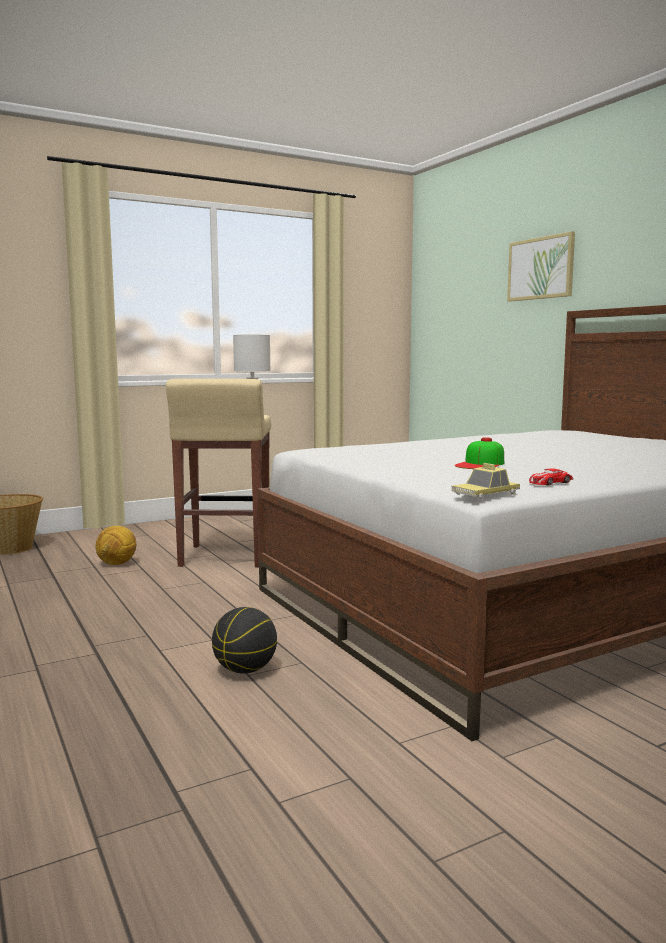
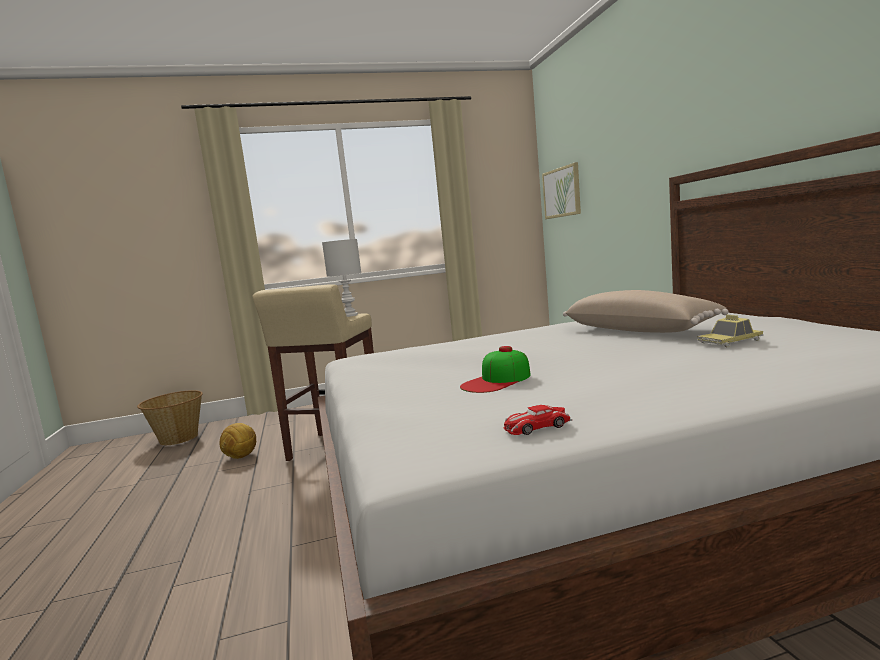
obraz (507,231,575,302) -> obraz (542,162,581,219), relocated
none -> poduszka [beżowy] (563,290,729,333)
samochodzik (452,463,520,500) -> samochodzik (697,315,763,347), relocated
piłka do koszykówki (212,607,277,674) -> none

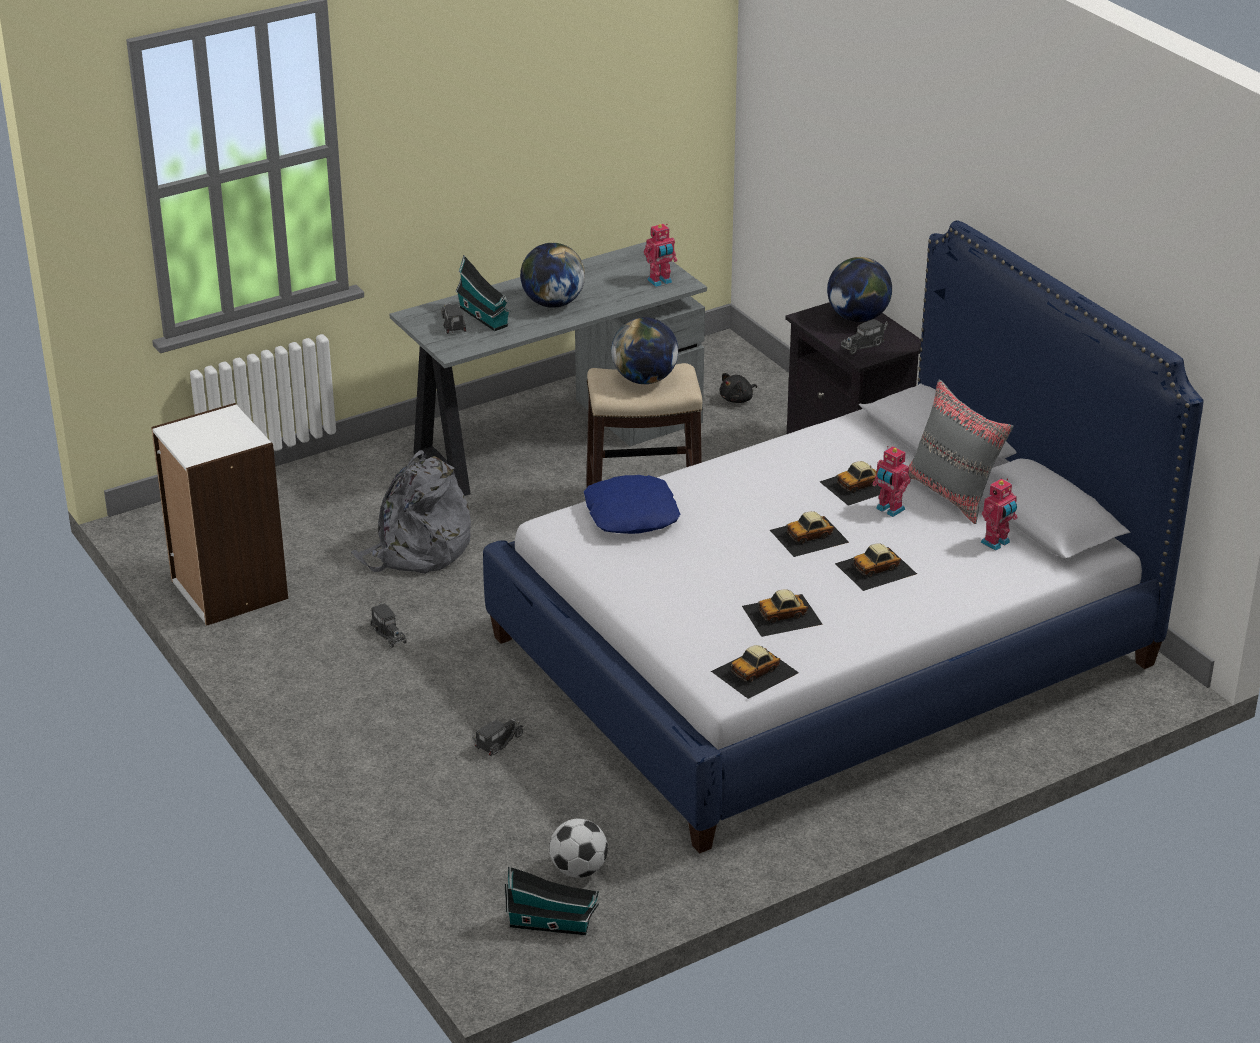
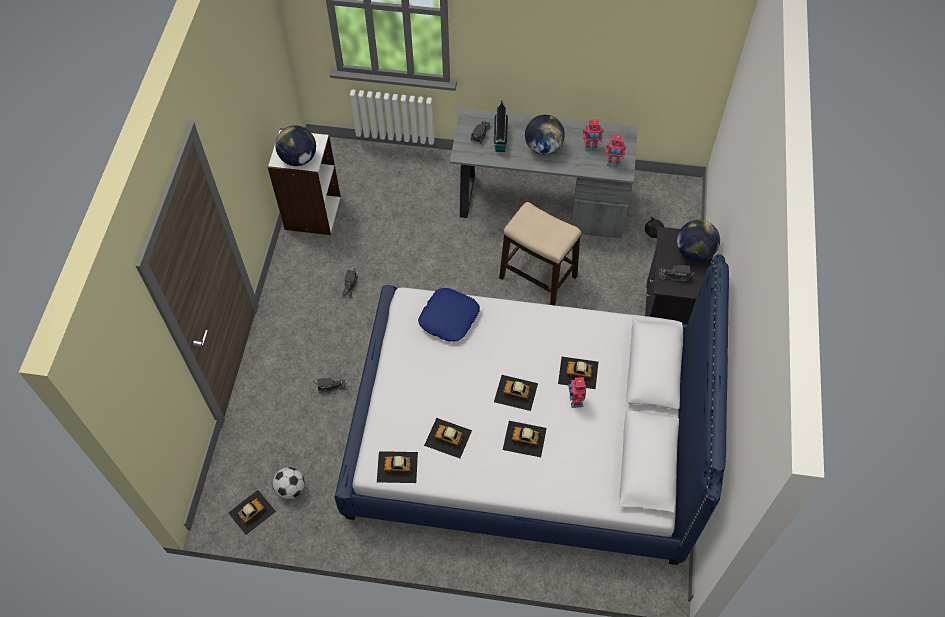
domek (505,866,599,935) -> samochodzik (228,490,276,535)
globus (611,317,678,384) -> globus (275,126,316,166), relocated
robot zabawkowy (981,478,1018,551) -> robot zabawkowy (583,119,603,151), relocated
plecak [szary] (351,450,471,574) -> none
poduszka [szary] (909,379,1013,524) -> none

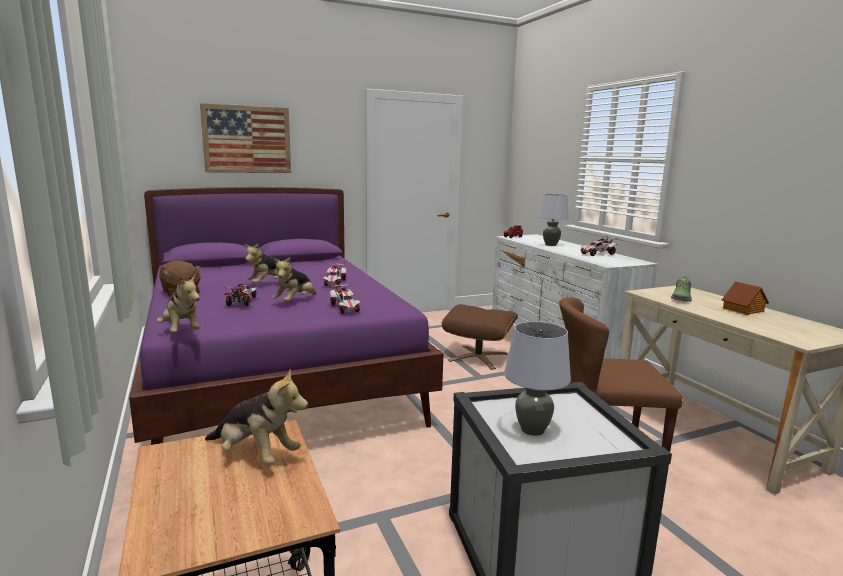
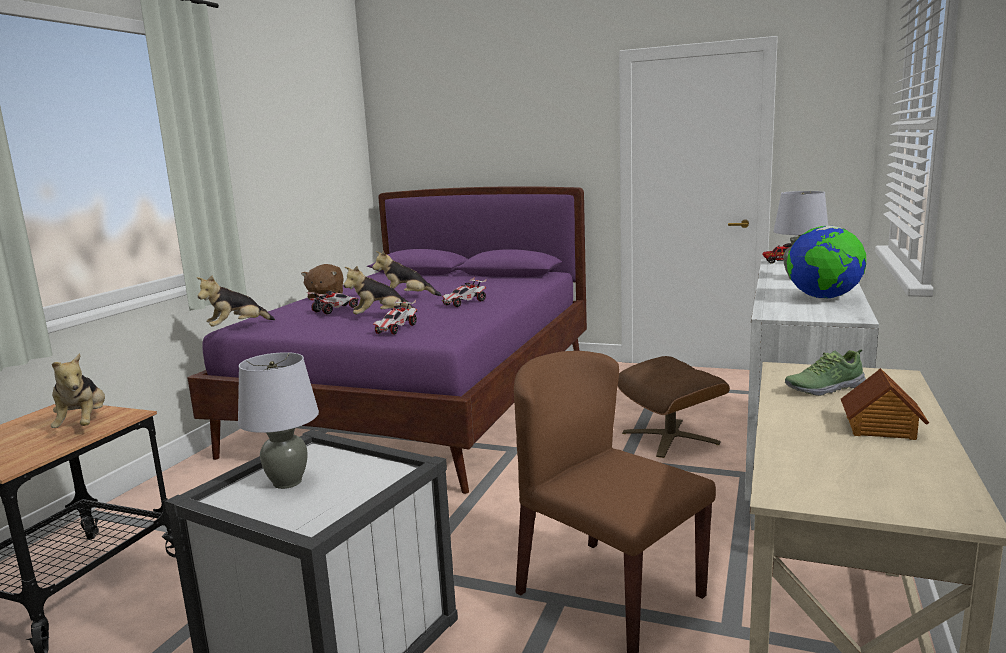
pluszak (156,275,200,332) -> pluszak (197,276,275,327), 45 degrees clockwise
samochodzik (581,236,618,256) -> globus (787,226,866,299)
obraz (200,103,291,173) -> none

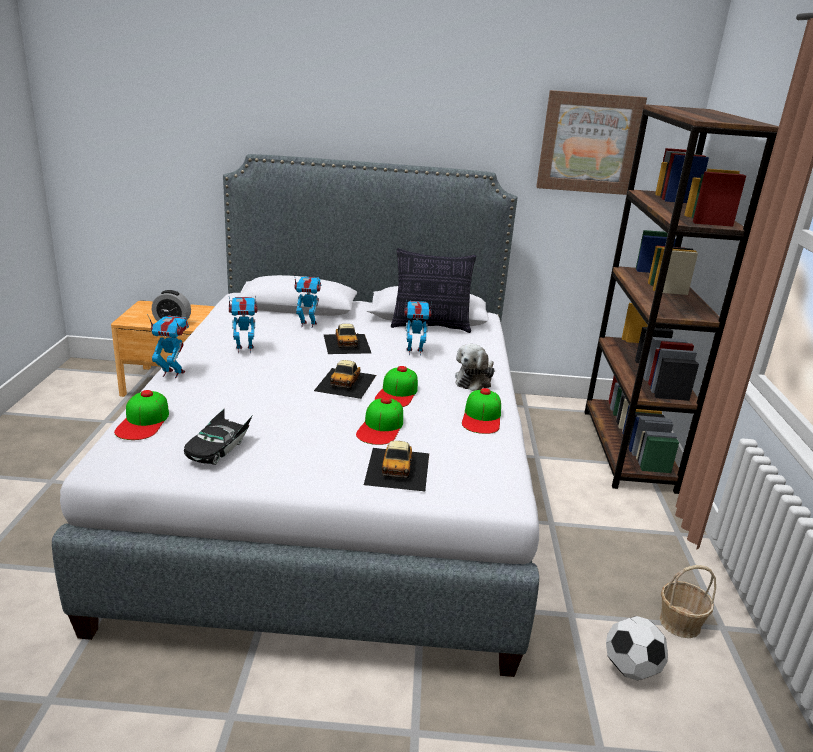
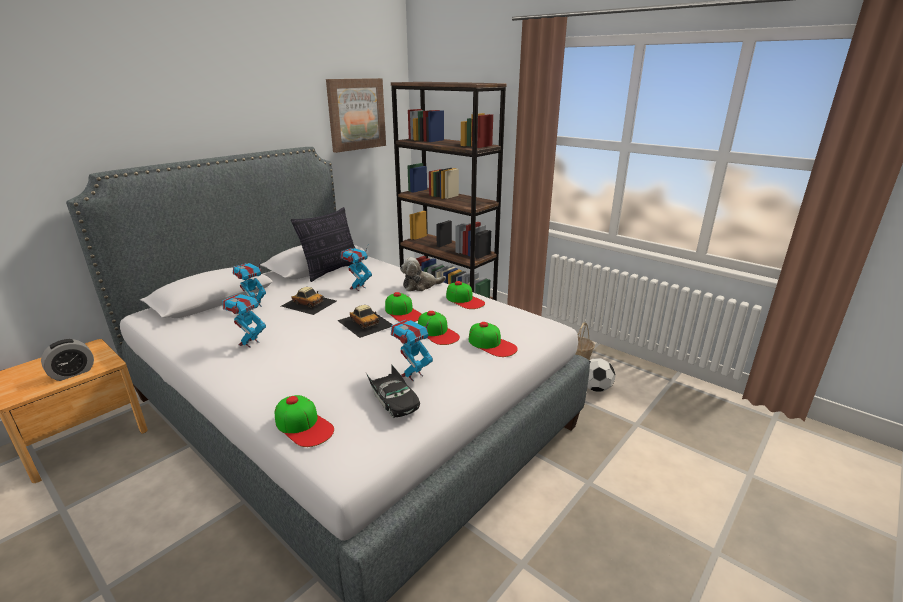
robot zabawkowy (147,314,189,378) -> robot zabawkowy (391,318,433,381), relocated
pluszak (455,344,495,391) -> pluszak (400,257,446,291), 90 degrees clockwise
samochodzik (364,441,429,491) -> czapka z daszkiem (469,322,518,357)

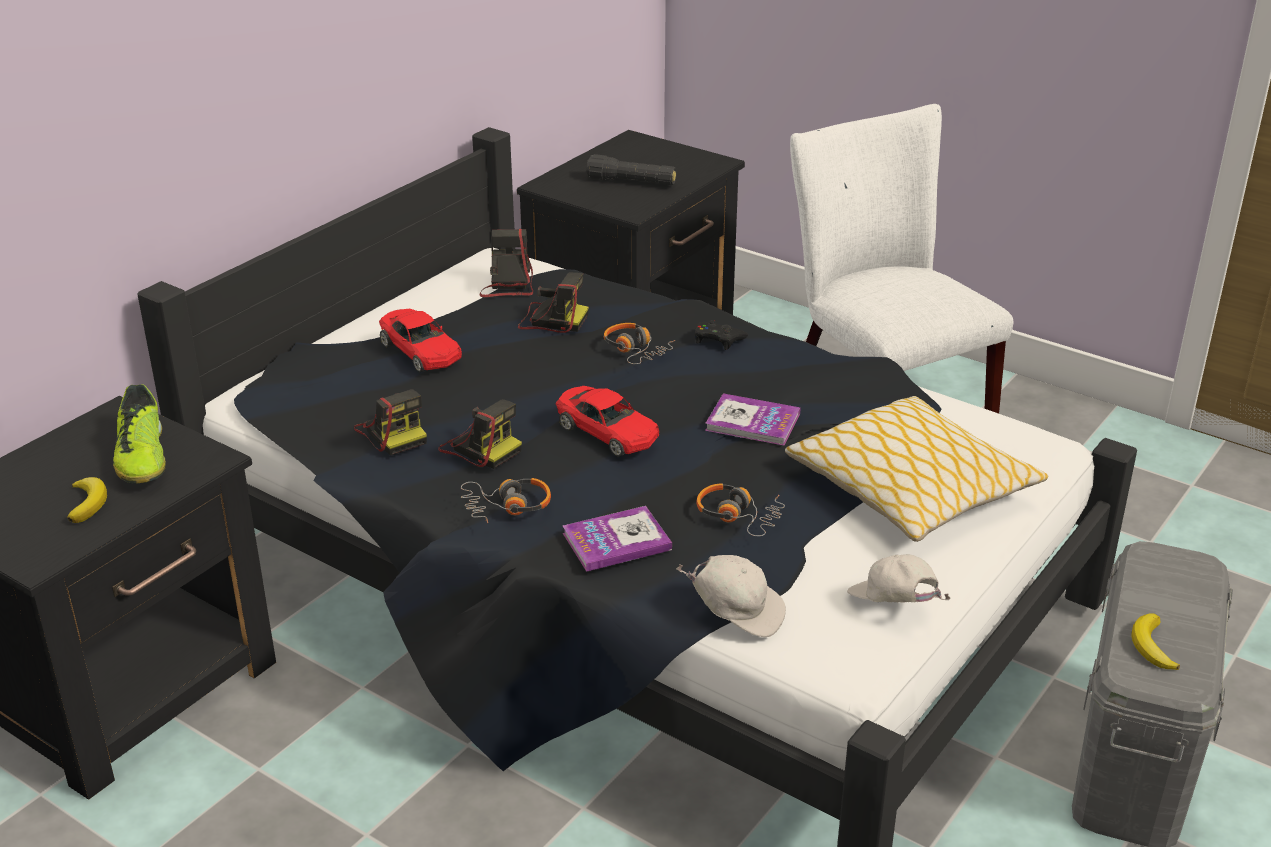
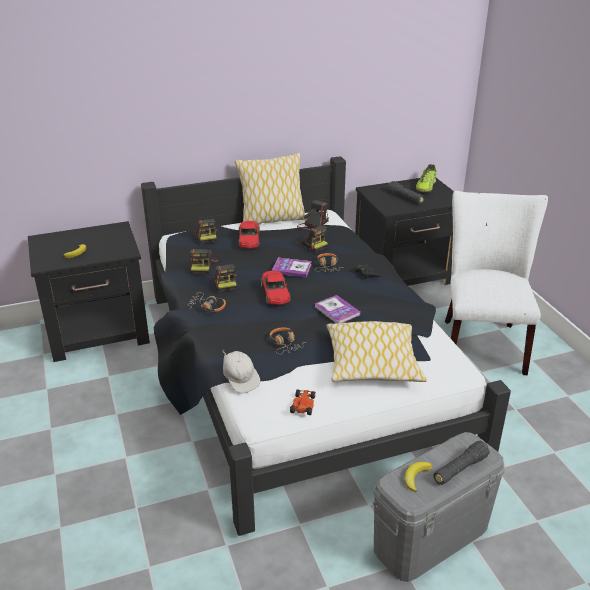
none -> aparat fotograficzny (193,219,217,243)
none -> poduszka (234,153,307,225)
książka (563,506,672,572) -> książka (272,258,312,277), relocated
czapka z daszkiem [biały] (847,554,951,603) -> samochodzik (290,390,316,415)
but (113,384,166,483) -> but (416,164,437,192), relocated
none -> latarka [czarny] (433,441,490,485)

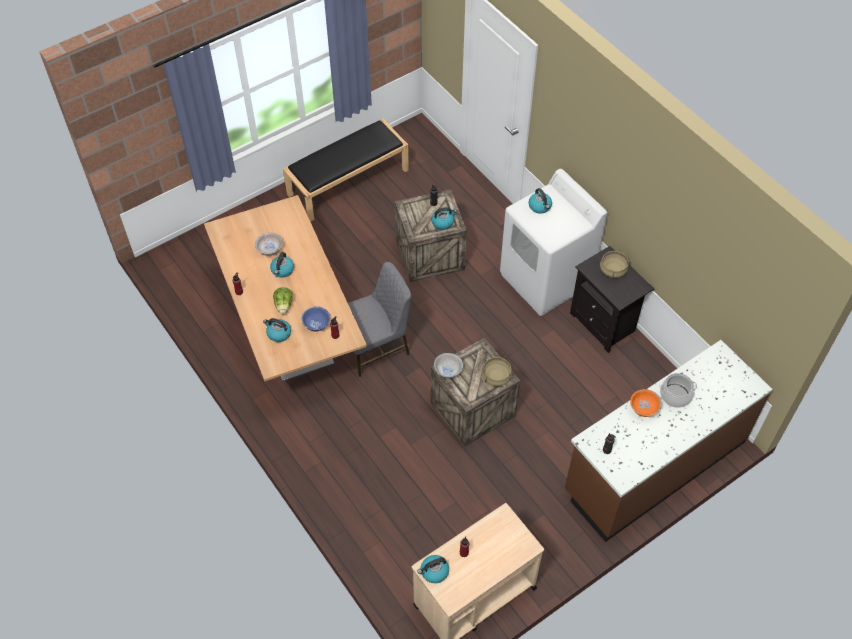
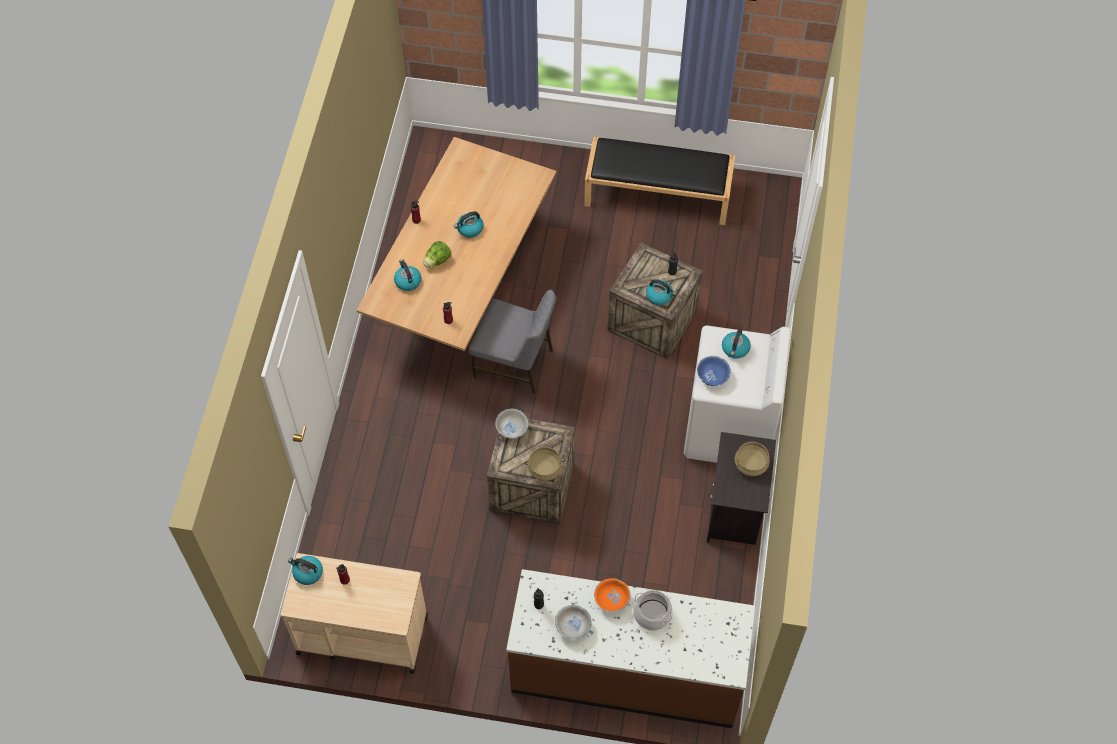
miska [biały] (255,232,283,256) -> miska [biały] (555,605,592,639), relocated
miska [niebieski] (301,306,331,332) -> miska [niebieski] (697,356,731,386), relocated

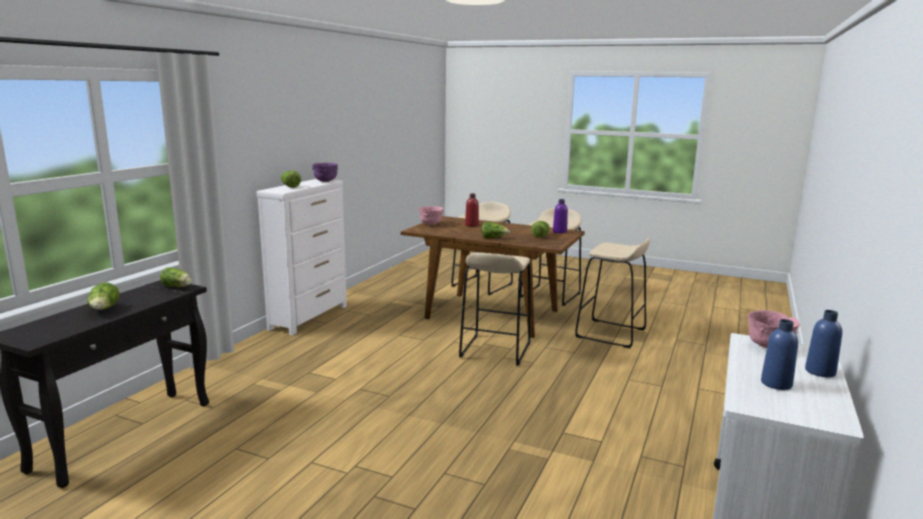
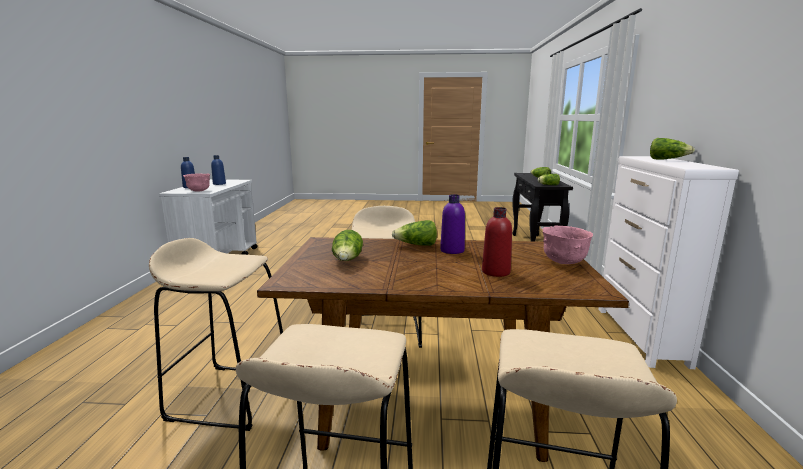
butelka [fioletowy] (553,199,568,233) -> butelka [fioletowy] (440,194,465,254), relocated
miska [fioletowy] (312,163,338,182) -> none

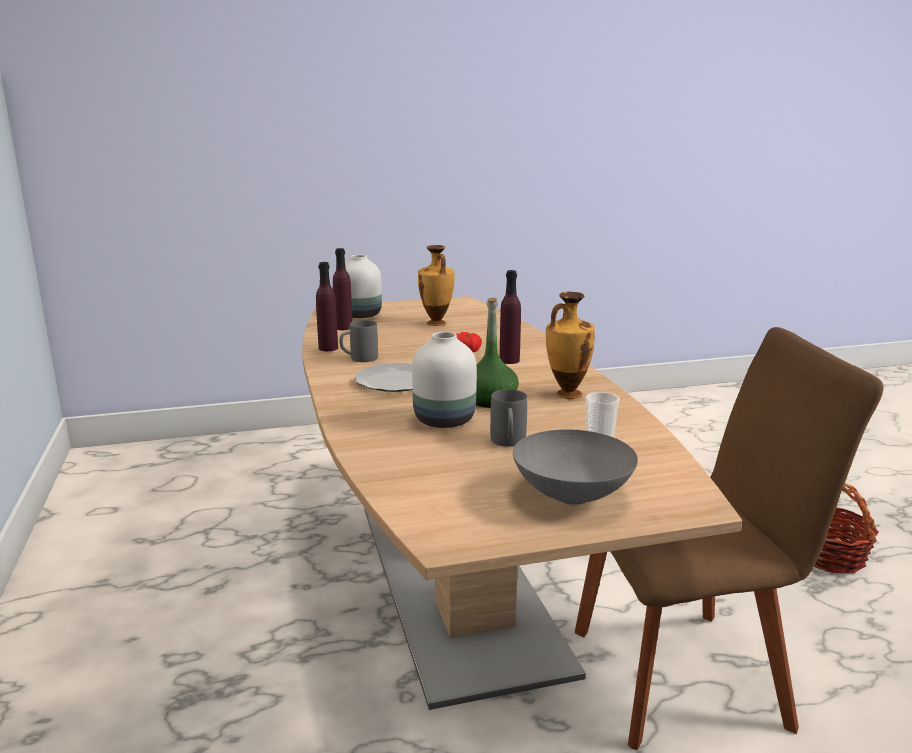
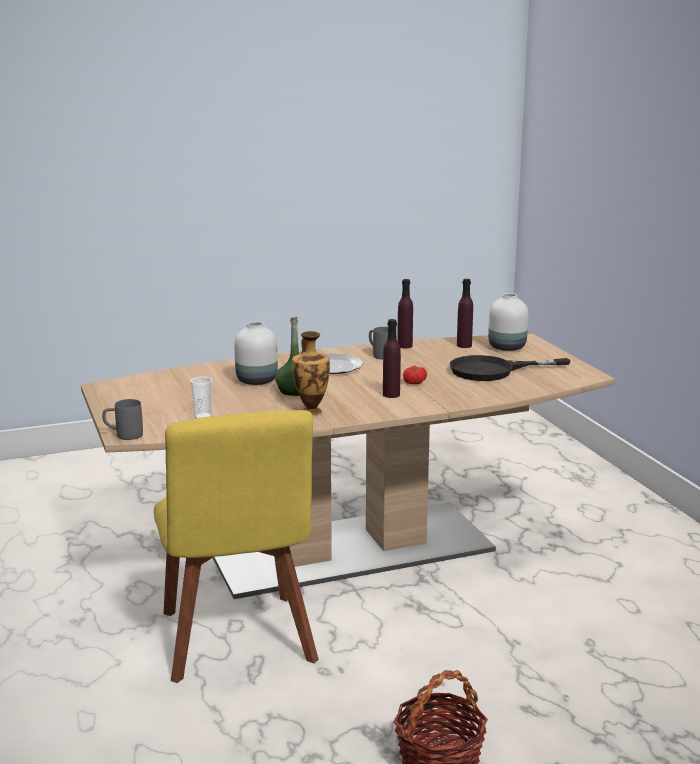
kubek [szary] (490,389,527,447) -> kubek [szary] (102,399,143,440), relocated
krzesło [brązowy] (575,327,884,750) -> krzesło [żółty] (154,410,319,683)
wazon (418,245,454,326) -> patelnia [czarny] (450,355,571,381)
miska [szary] (513,429,638,505) -> none

